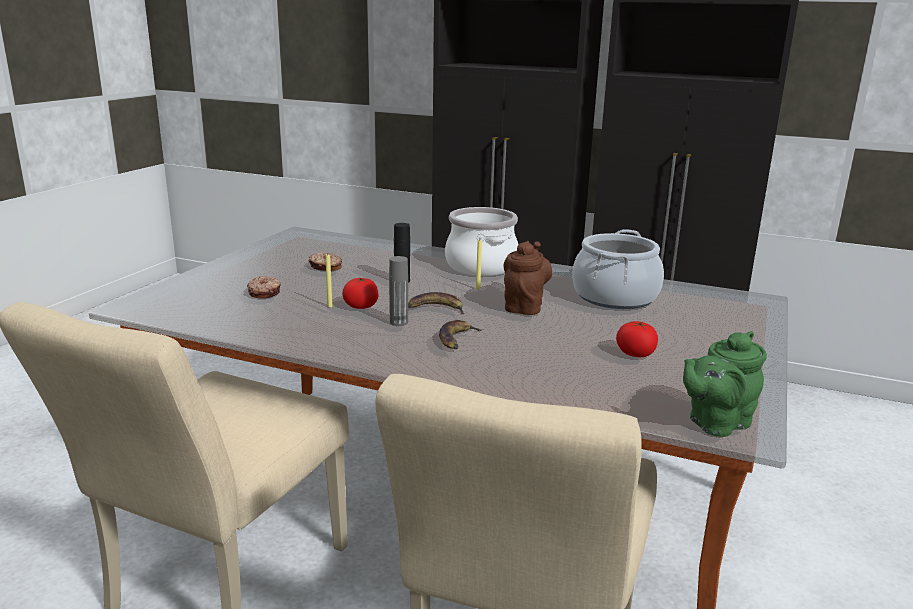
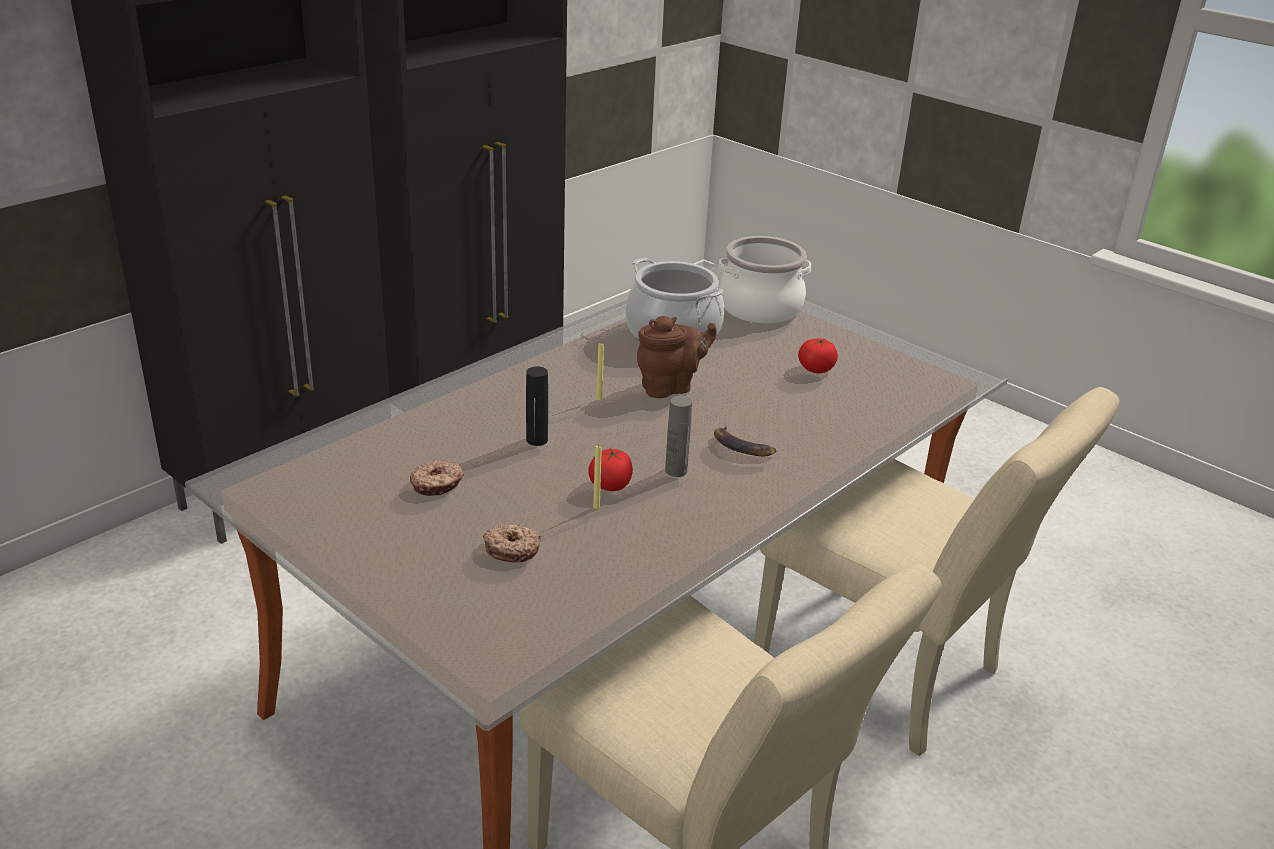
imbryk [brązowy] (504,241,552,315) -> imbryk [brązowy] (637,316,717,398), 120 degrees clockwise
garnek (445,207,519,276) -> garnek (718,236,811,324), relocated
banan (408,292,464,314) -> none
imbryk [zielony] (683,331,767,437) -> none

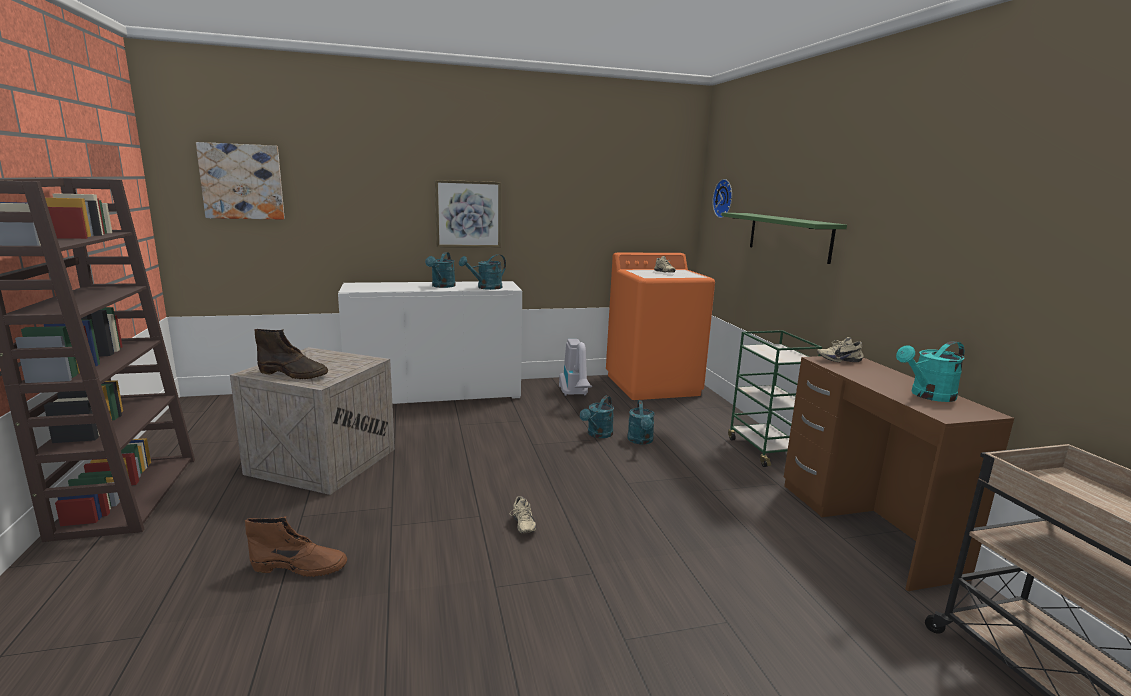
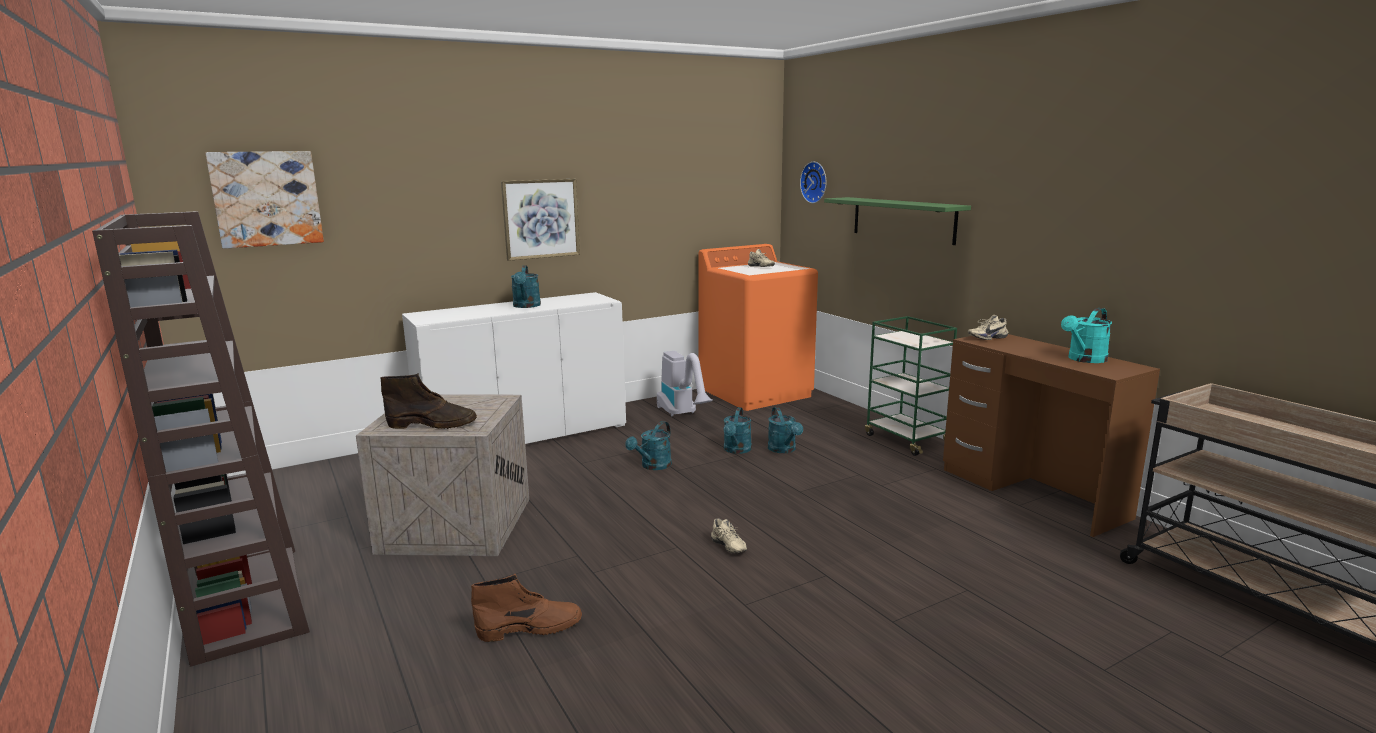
konewka [turkusowy] (459,254,506,290) -> konewka [turkusowy] (625,421,672,470), relocated

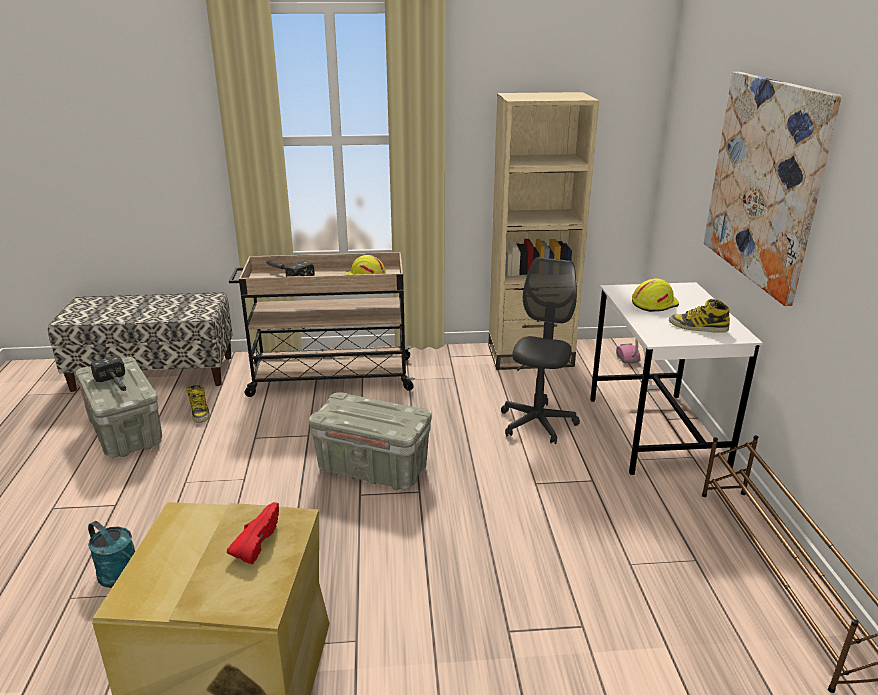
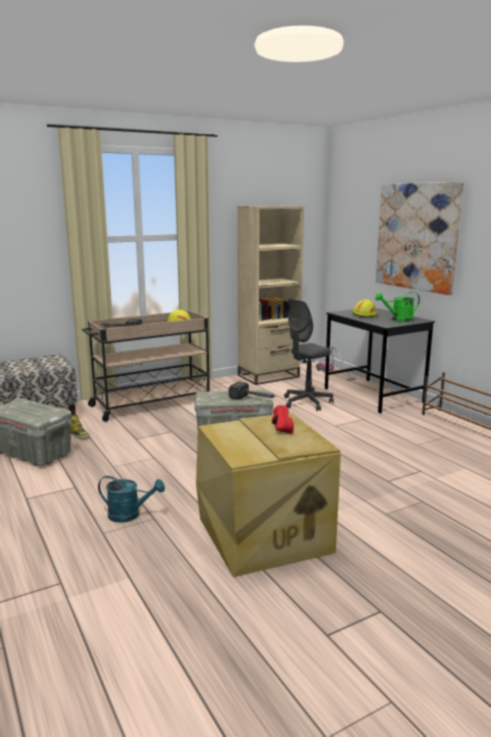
młotek (91,356,127,391) -> młotek (229,381,274,400), relocated
krzesło biurowe [szary] (501,257,580,444) -> krzesło biurowe [szary] (284,299,333,411), 120 degrees counterclockwise
biurko [biały] (590,282,763,475) -> biurko [czarny] (325,308,435,413)
but z cholewką (669,299,730,333) -> konewka [zielony] (375,292,420,322)

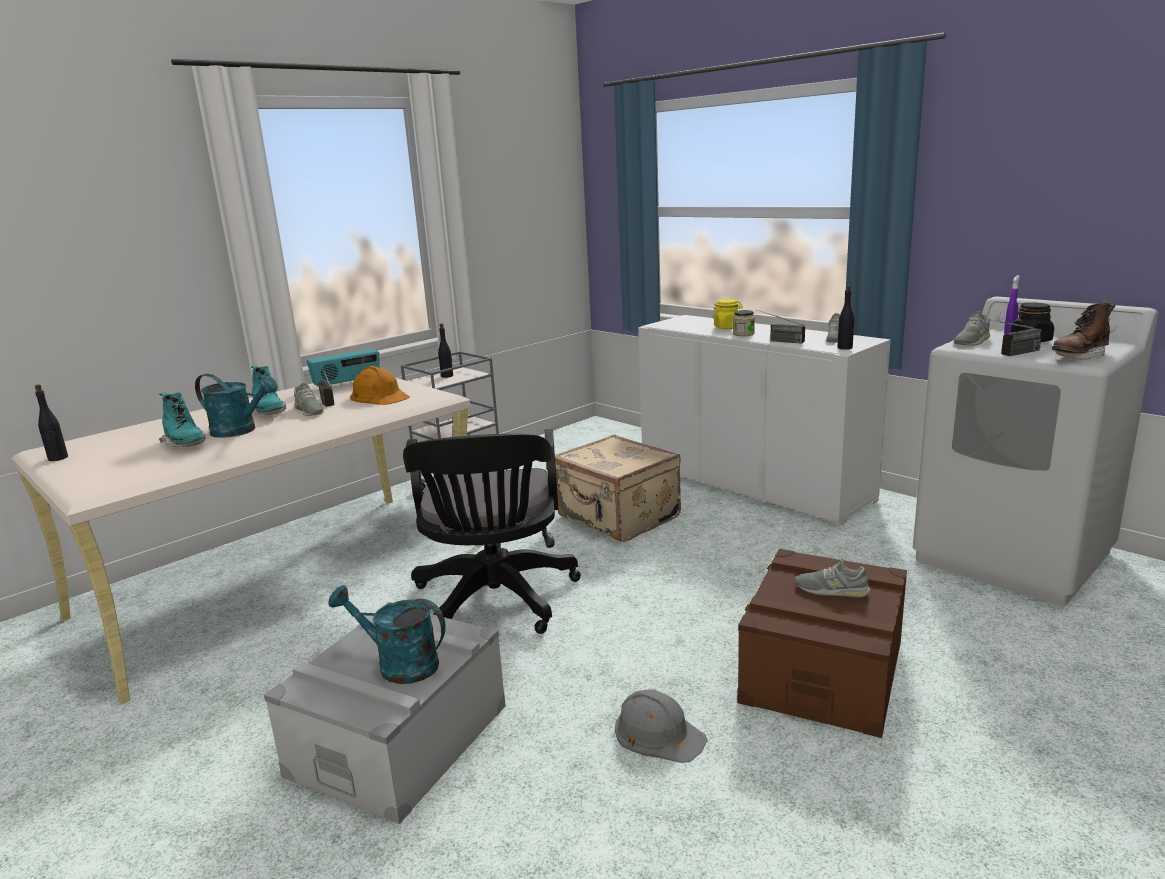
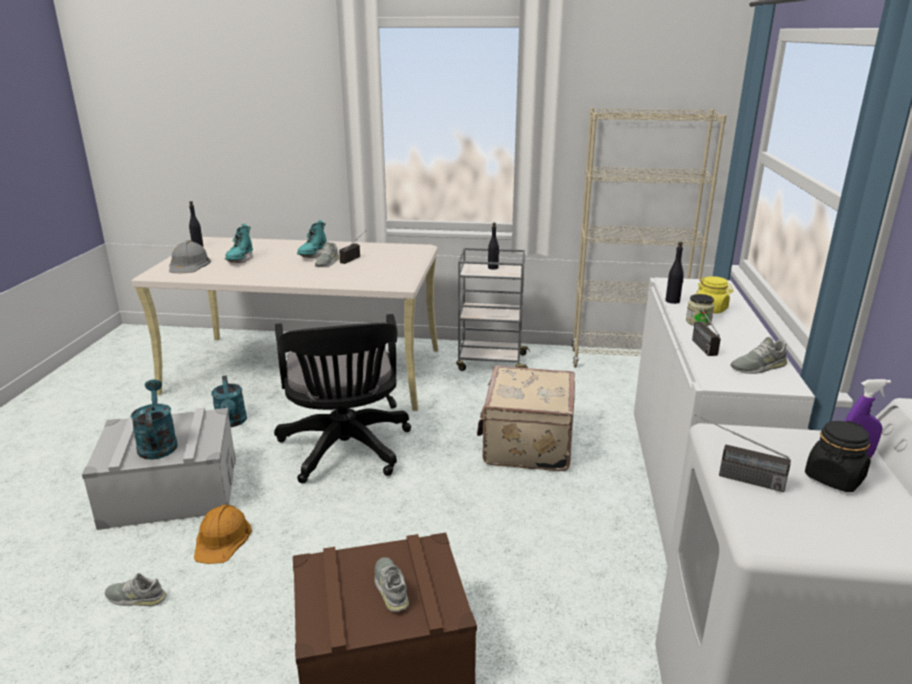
but [szary] (953,311,990,346) -> but [szary] (105,573,167,606), relocated
kask [szary] (615,689,708,763) -> kask [szary] (169,240,211,273), relocated
kask [pomarańczowy] (350,366,410,405) -> kask [pomarańczowy] (194,505,252,564), relocated
konewka [turkusowy] (195,374,278,438) -> konewka [turkusowy] (211,375,247,427), relocated
krzesło biurowe [czarny] (403,429,581,634) -> krzesło biurowe [czarny] (274,314,411,483), 60 degrees counterclockwise
none -> regał [beżowy] (572,108,727,367)
butelka [czarny] (837,285,854,350) -> butelka [czarny] (665,242,684,304), relocated
radio (307,349,380,387) -> none
but z cholewką [brązowy] (1052,300,1115,359) -> none

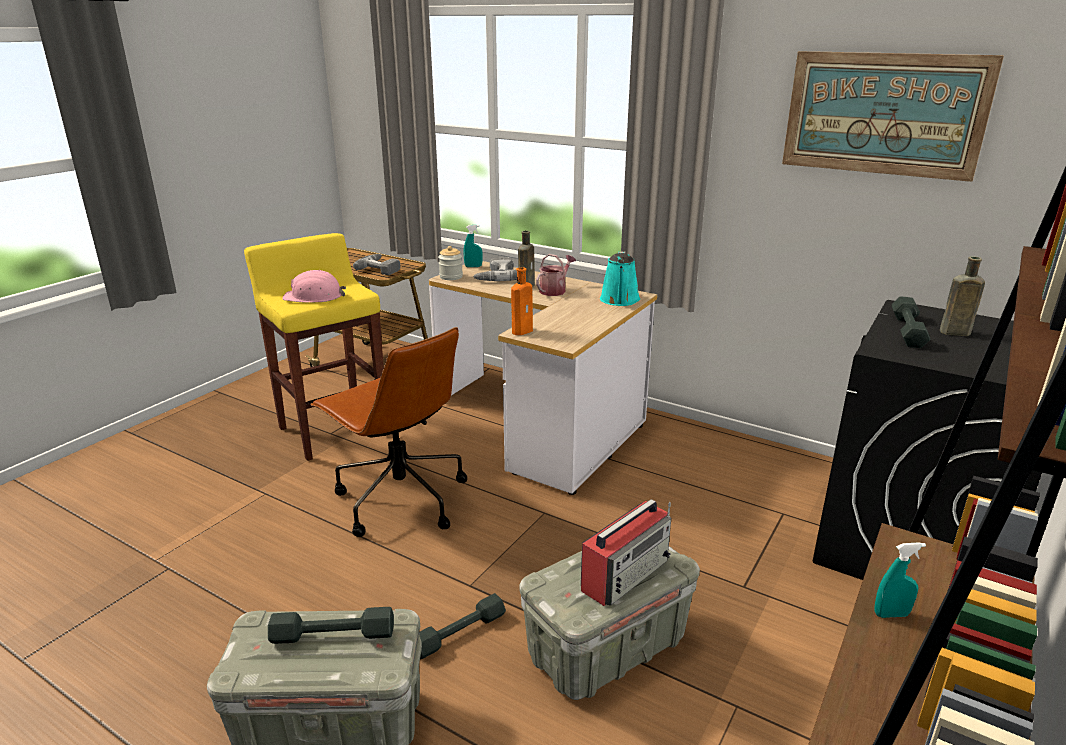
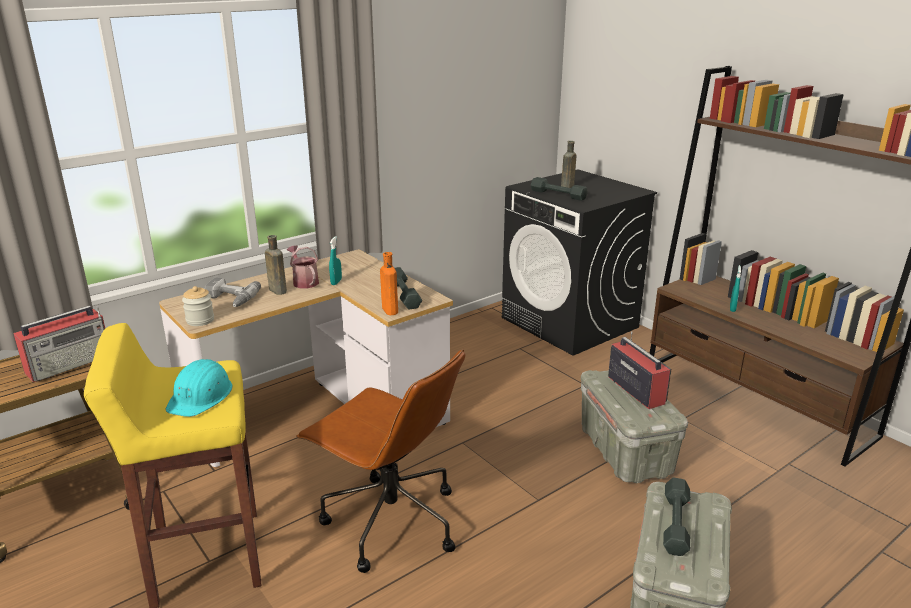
wiertarka (353,254,400,275) -> radio (13,306,105,382)
kask [różowy] (282,270,346,303) -> kask [turkusowy] (165,359,233,417)
krzesło biurowe [brązowy] (311,327,467,537) -> krzesło biurowe [brązowy] (296,349,465,573), 60 degrees clockwise
spryskiwacz [turkusowy] (464,225,483,267) -> spryskiwacz [turkusowy] (329,236,342,285), relocated
hantel [szary] (419,593,506,659) -> hantel [szary] (395,267,422,309), relocated
konewka [turkusowy] (600,252,640,306) -> none
obraz (782,51,1004,182) -> none

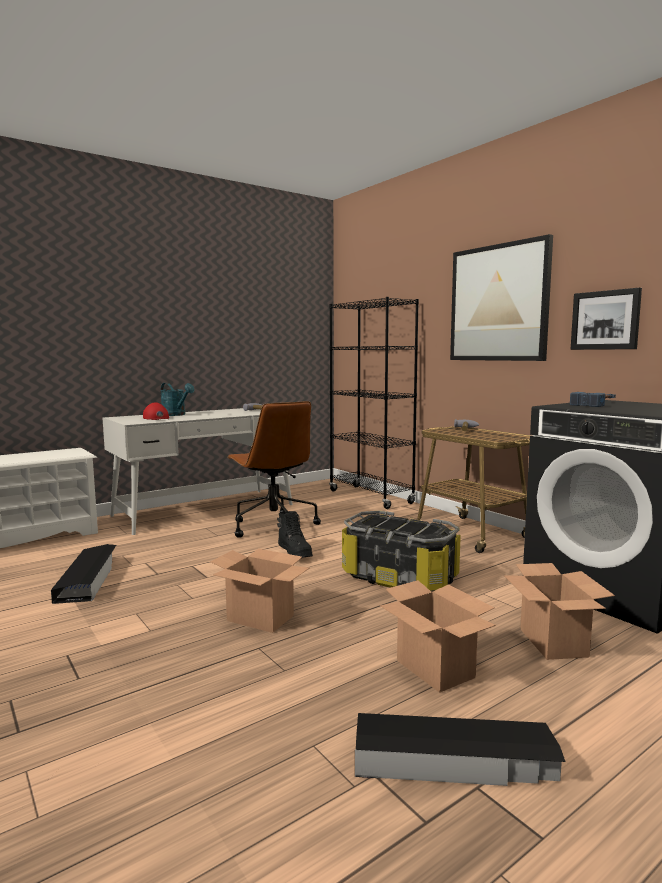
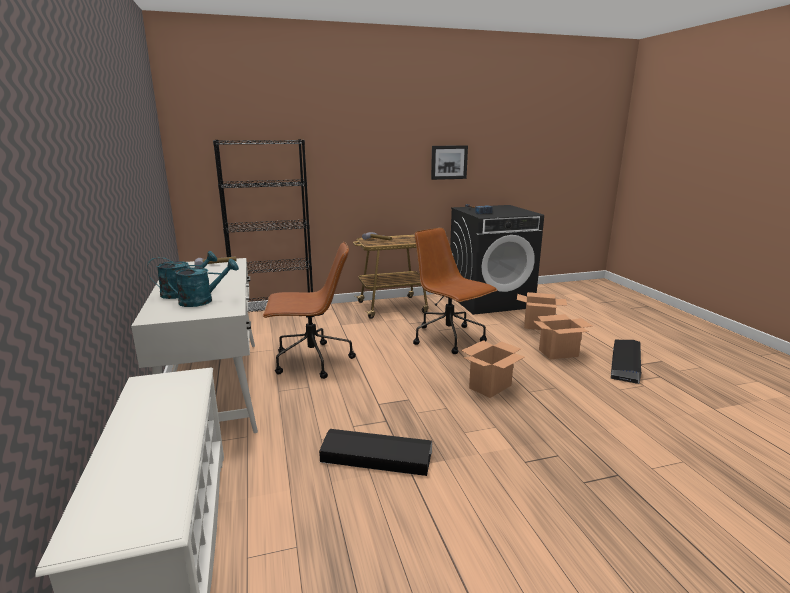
czapka z daszkiem [czerwony] (143,402,169,420) -> konewka [turkusowy] (165,259,239,307)
pojemnik do przechowywania (342,511,461,592) -> krzesło biurowe [brązowy] (413,228,497,354)
but z cholewką [czarny] (277,511,313,558) -> none
obraz (450,234,553,361) -> none

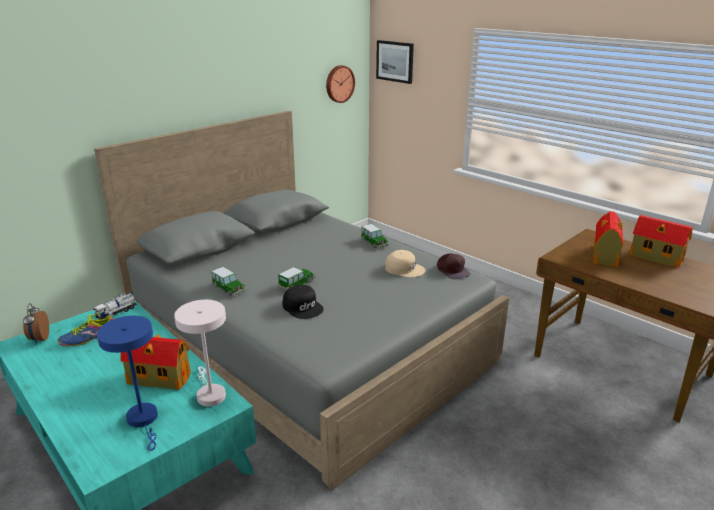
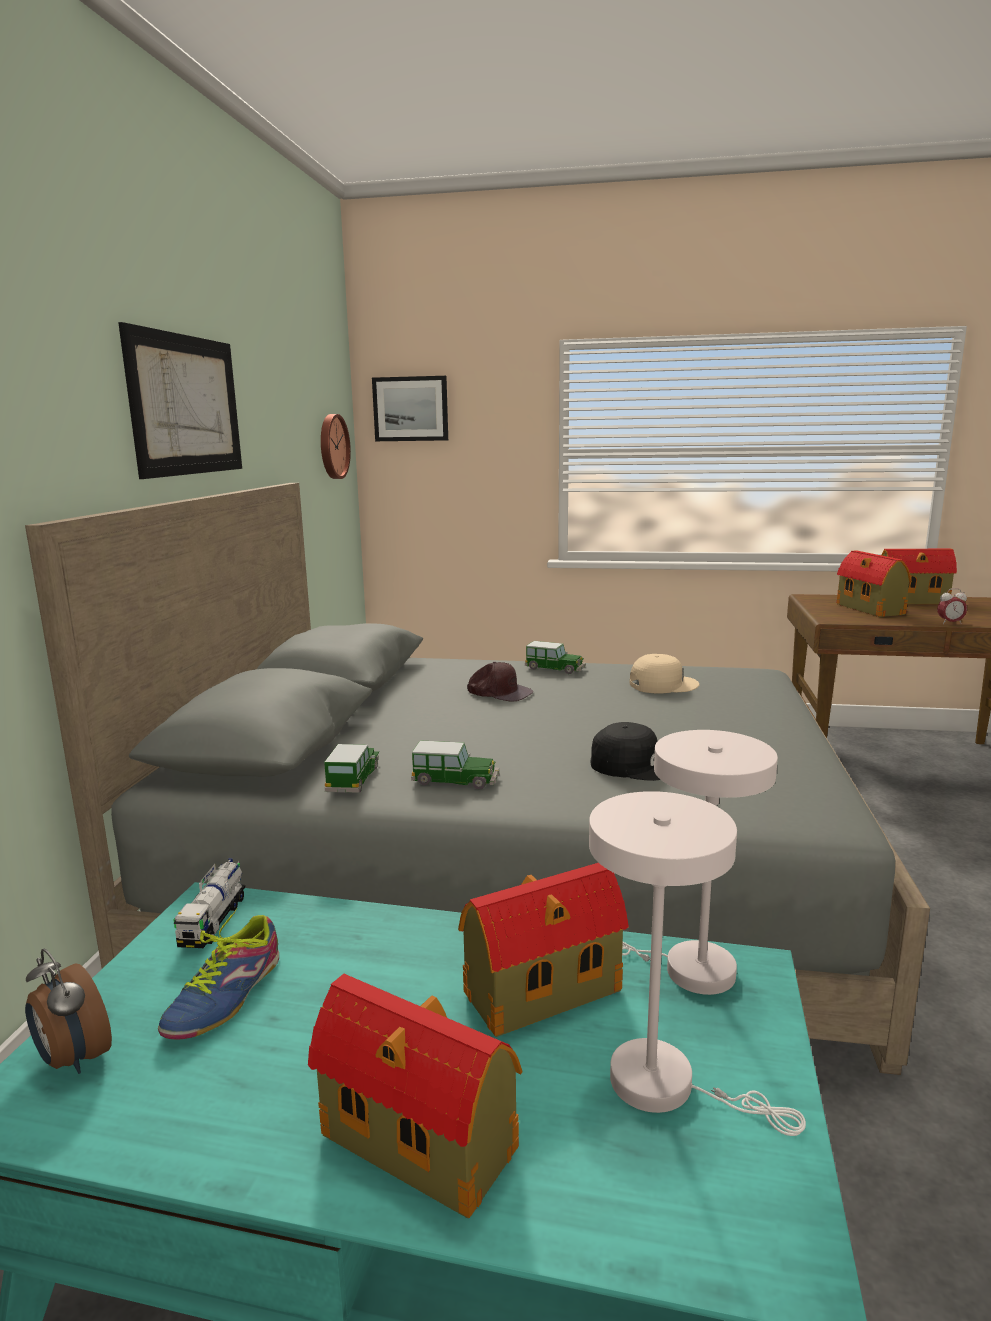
none -> obraz (118,322,242,479)
none -> domek (308,974,523,1218)
samochodzik (278,267,315,290) -> samochodzik (324,744,379,793), relocated
czapka z daszkiem [brązowy] (437,253,470,279) -> czapka z daszkiem [brązowy] (467,662,533,702), relocated
lampa stołowa [niebieski] (97,316,158,451) -> lampa stołowa [biały] (589,791,806,1136)
none -> budzik (937,589,967,624)

